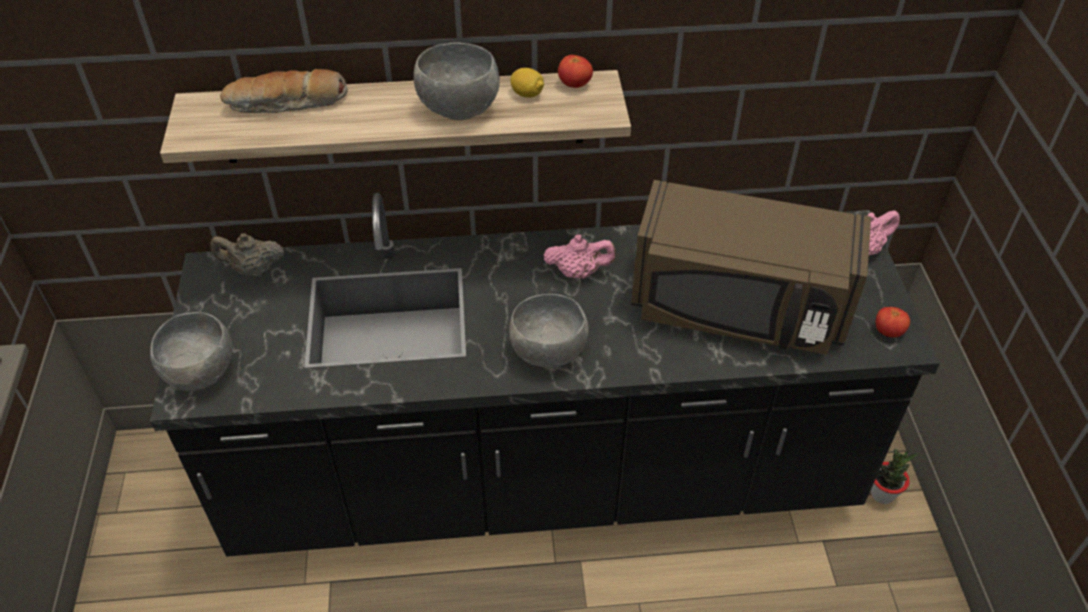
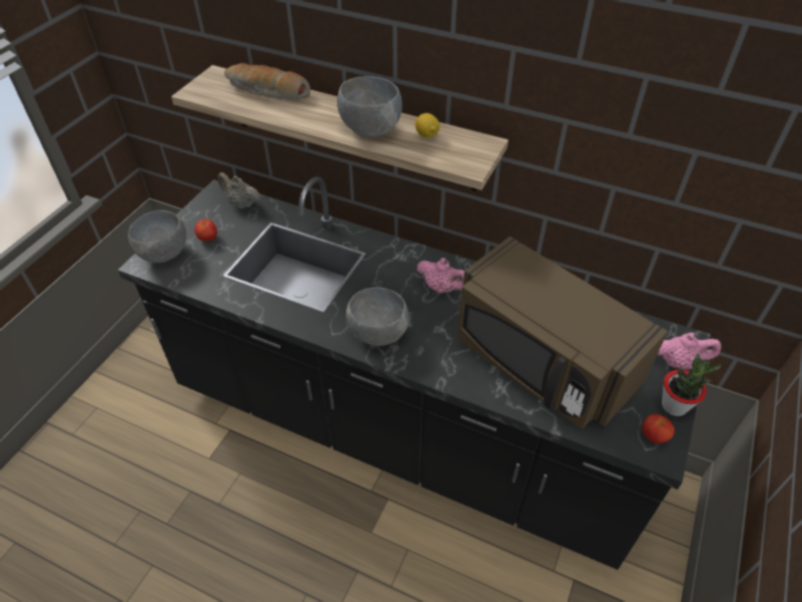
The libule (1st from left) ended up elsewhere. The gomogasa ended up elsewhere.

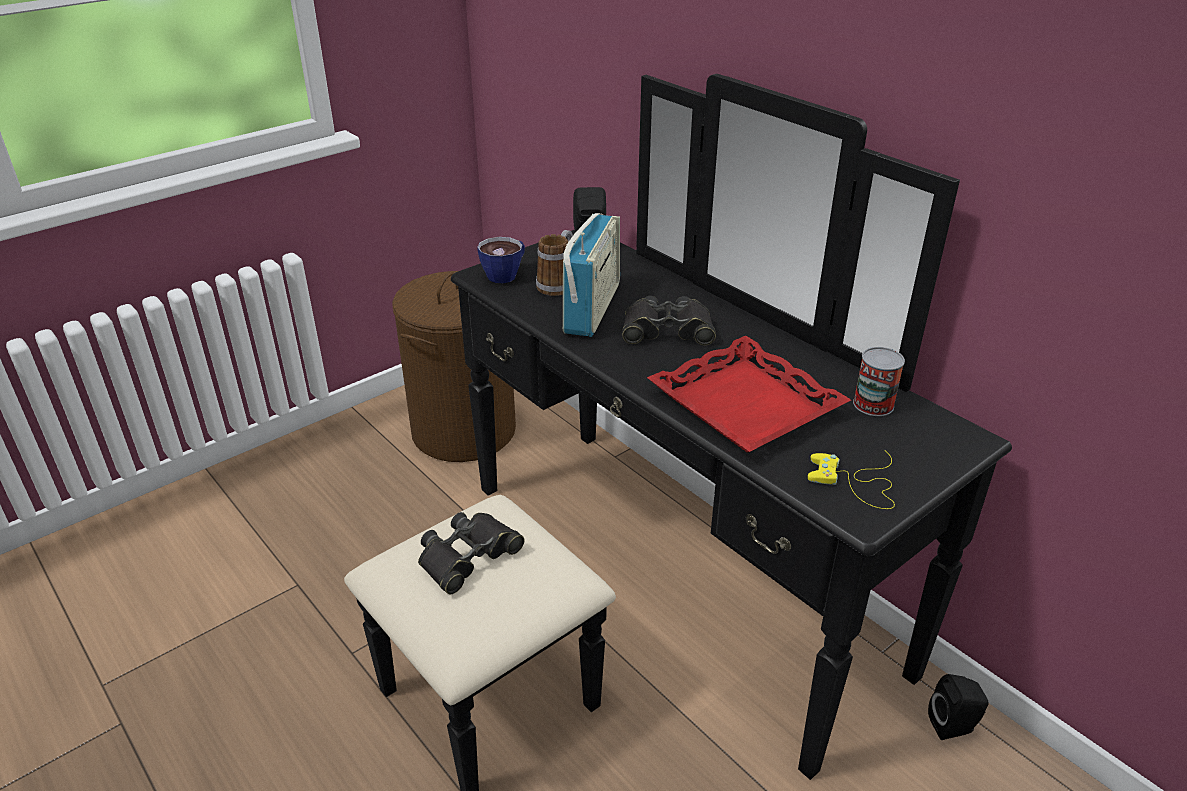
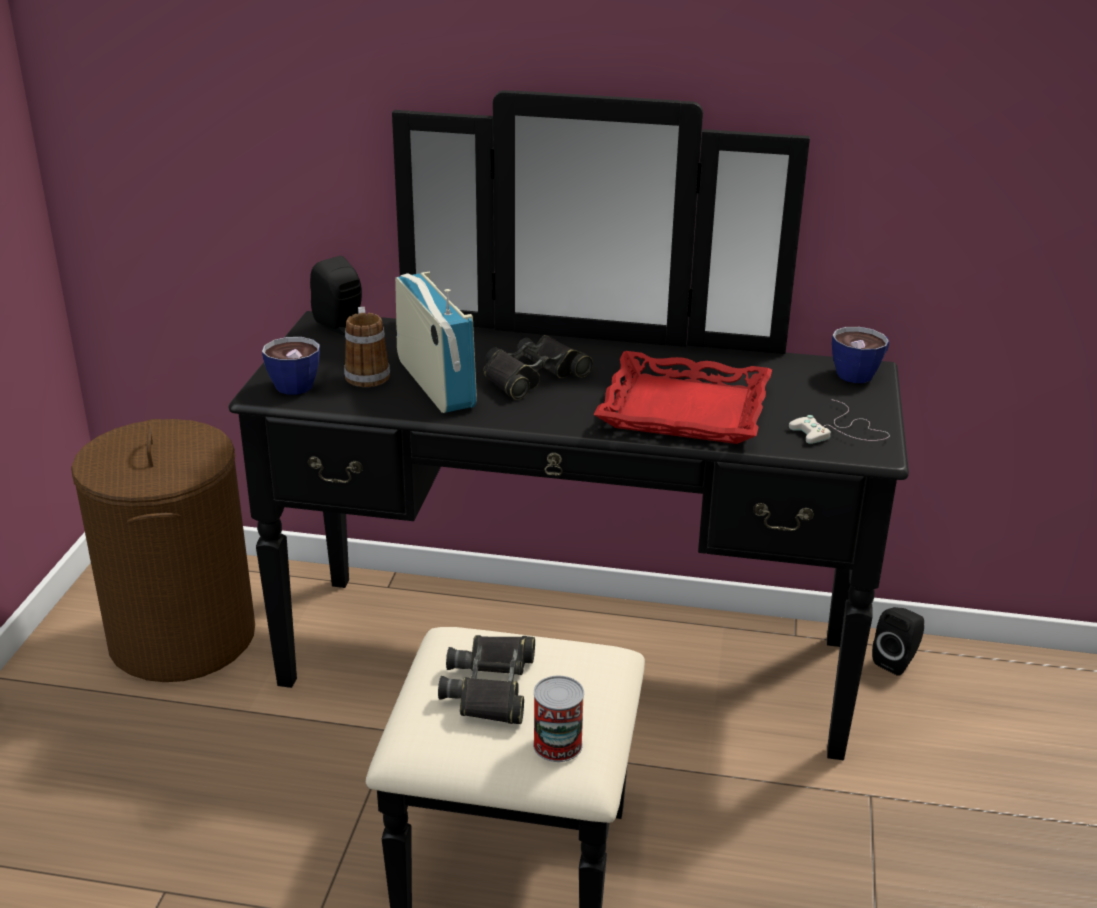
The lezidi ended up elsewhere. What was the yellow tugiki turned into the white tugiki. The second view gained the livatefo (2nd from left).

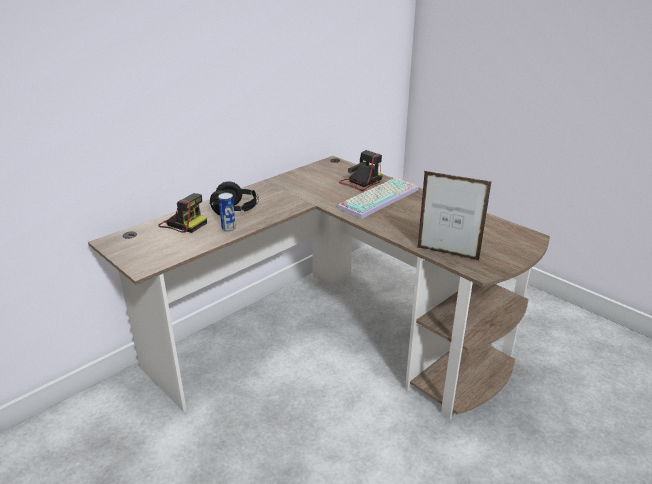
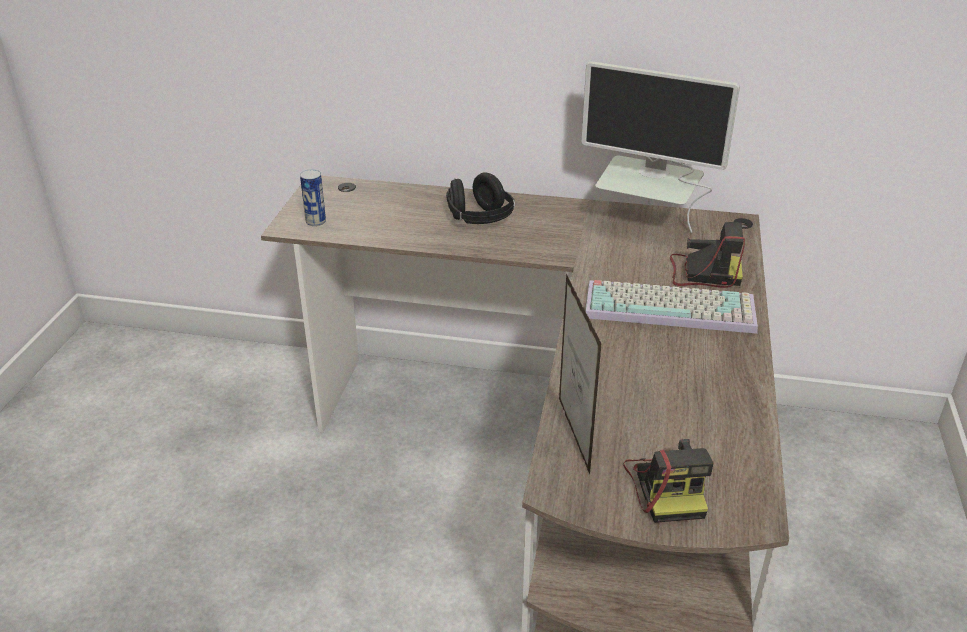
The lezidi ended up elsewhere. The second view gained the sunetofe. The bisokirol (1st from left) ended up elsewhere.

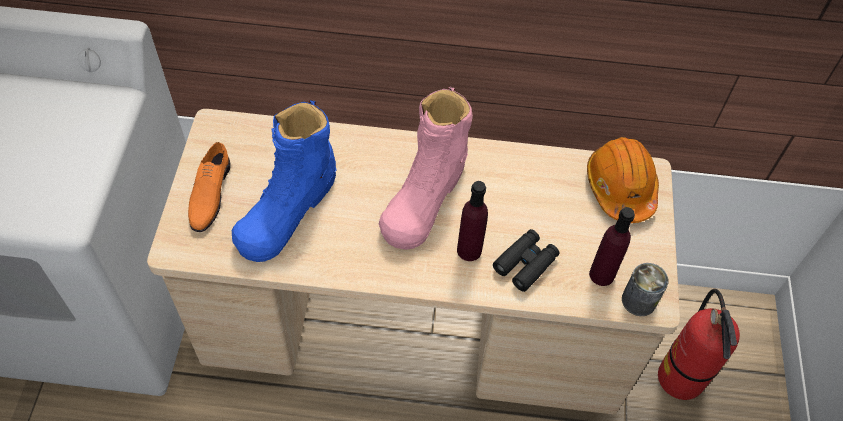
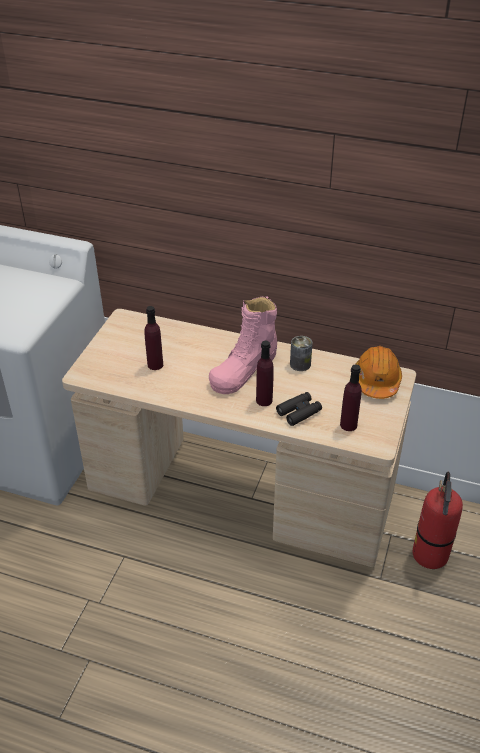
Where the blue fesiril stood, the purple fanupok (1st from left) came to stand. The lezidi ended up elsewhere. The second view lost the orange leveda.

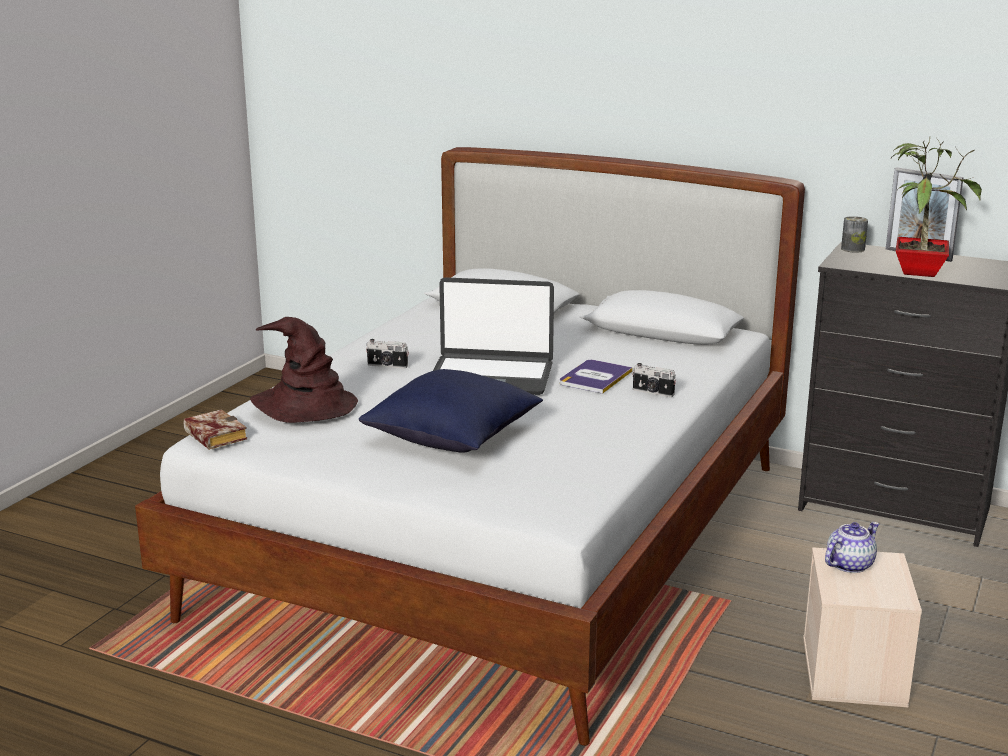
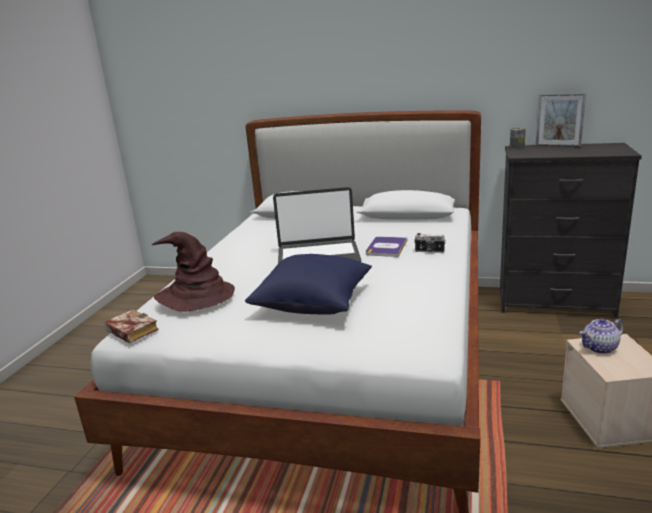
The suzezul ended up facing another way, 150 degrees counterclockwise from before. The second view lost the bisokirol (1st from left). The second view lost the gomogasa.

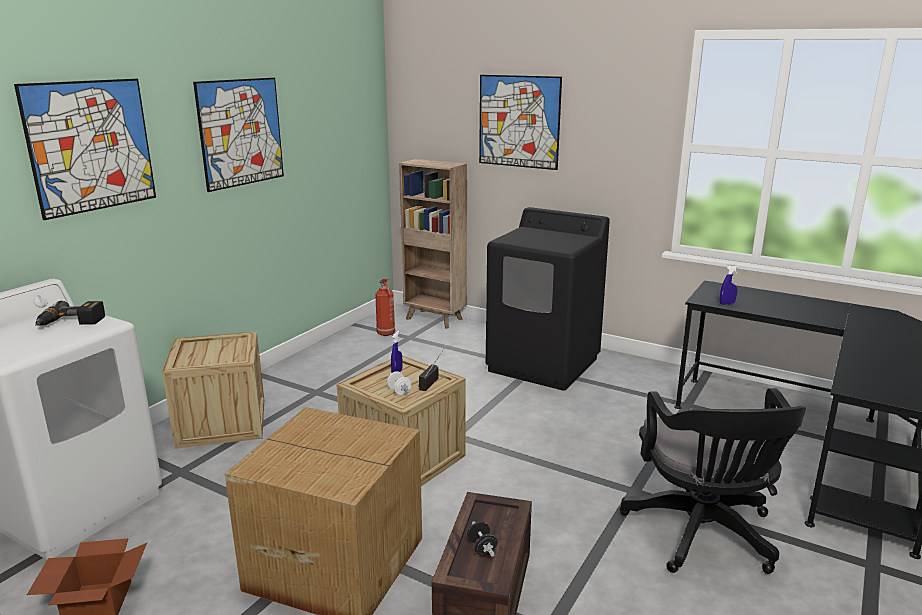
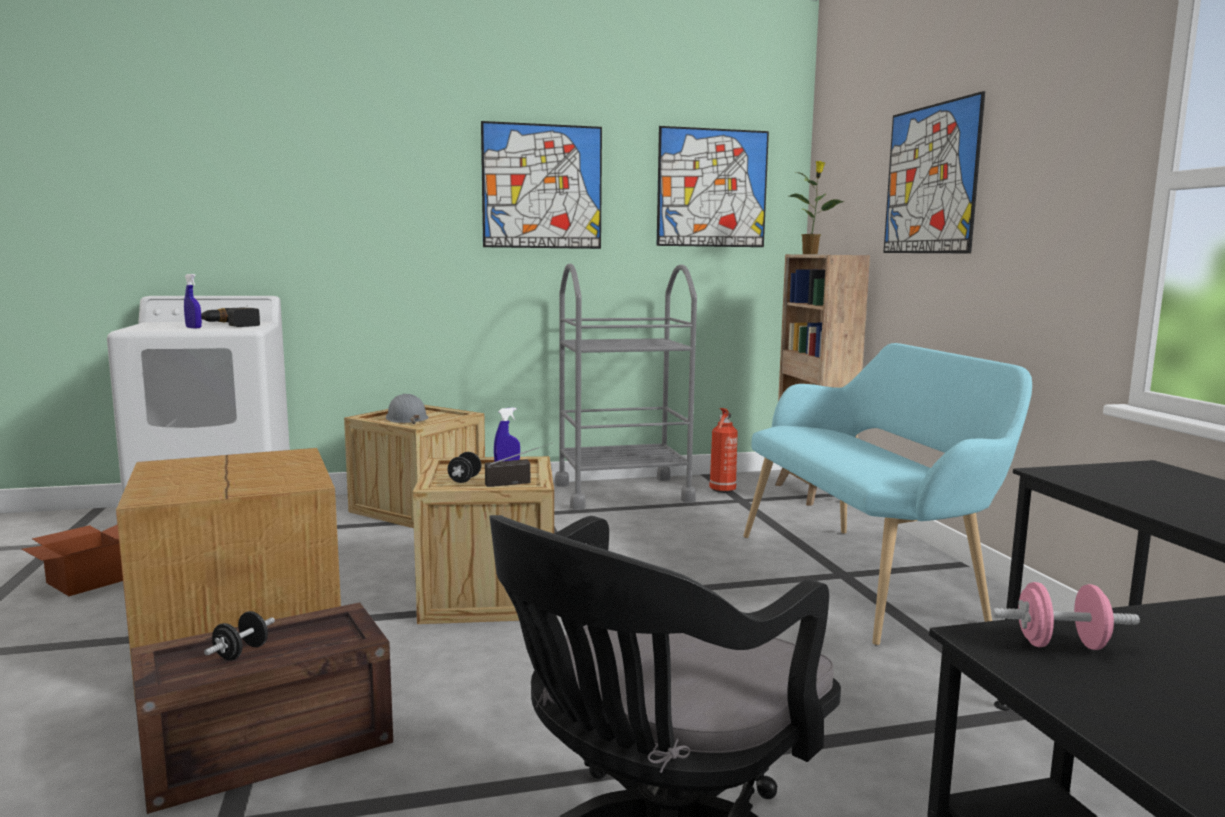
The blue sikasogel (2nd from left in the first image) ended up elsewhere. The second view gained the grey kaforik. What was the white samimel turned into the black samimel (2nd from left). The second view gained the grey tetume. The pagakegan (1st from left in the first image) ended up elsewhere. Where the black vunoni stood, the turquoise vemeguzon came to stand. The second view gained the gomogasa. The second view gained the pink samimel.

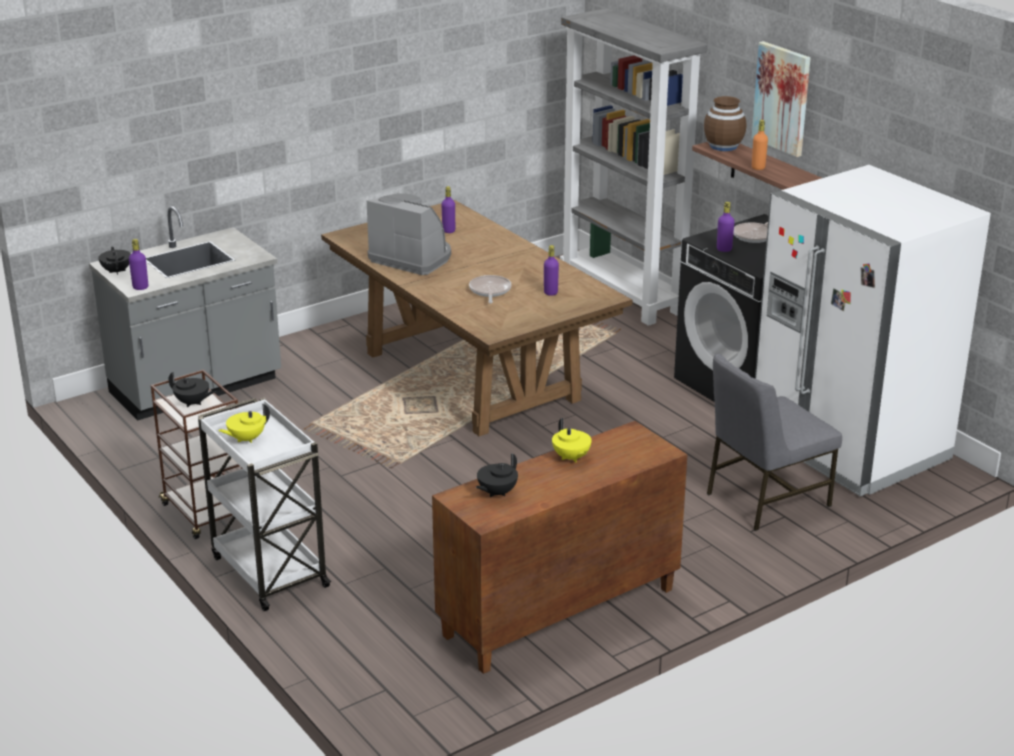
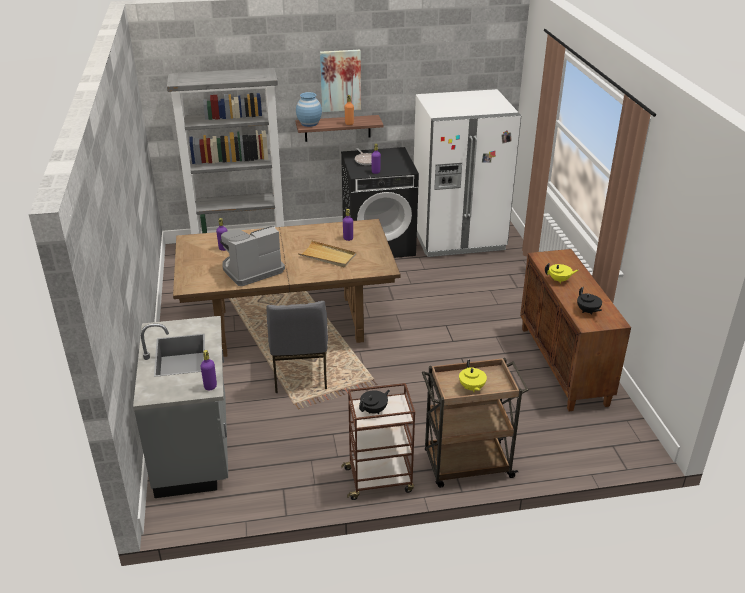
The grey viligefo ended up elsewhere. What was the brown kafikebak turned into the blue kafikebak. Where the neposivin (1st from left) stood, the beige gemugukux came to stand. What was the white tetume turned into the brown tetume (2nd from left). The second view lost the black suzezul (1st from left).

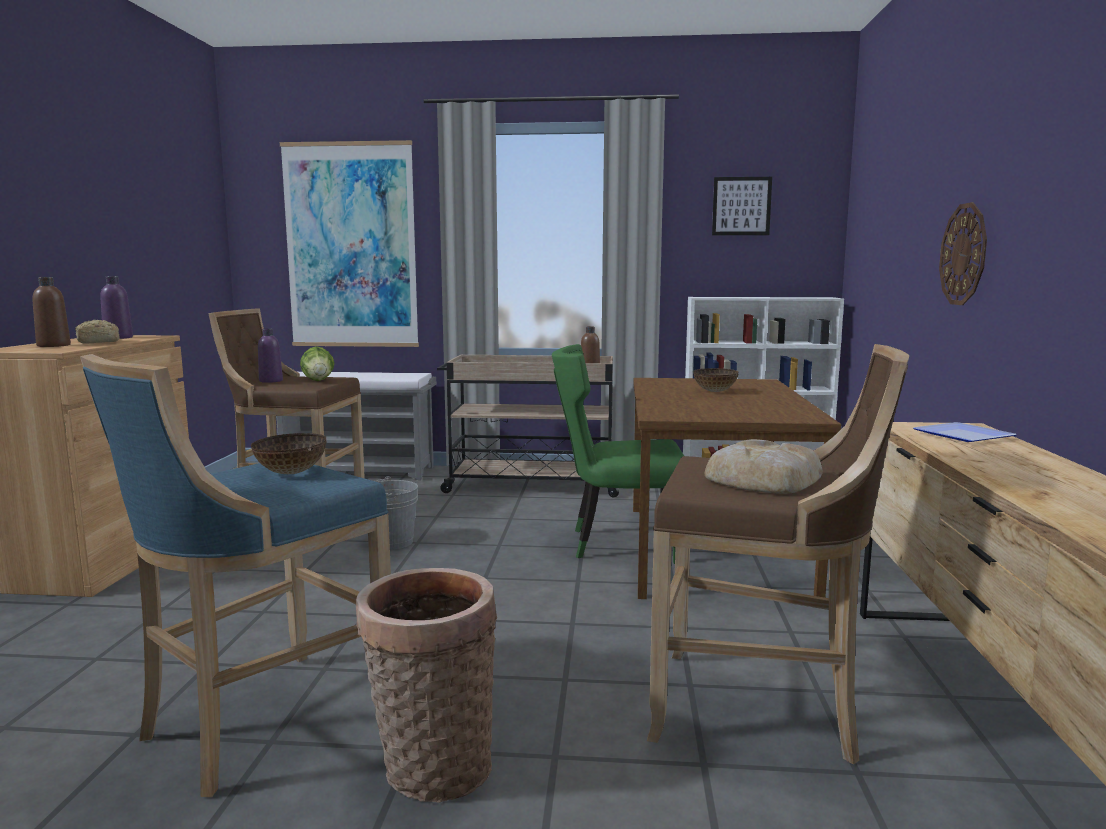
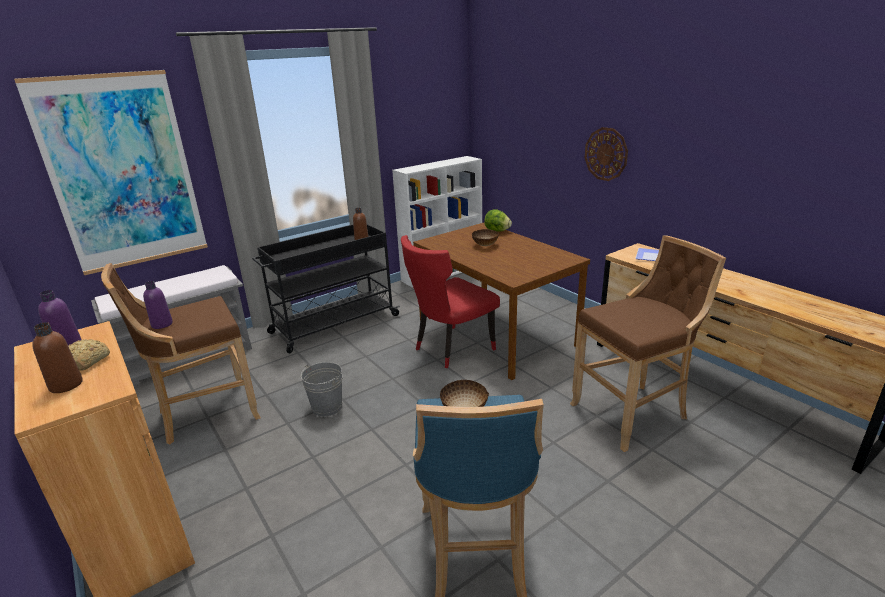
What was the beige tetume turned into the black tetume. What was the green viligefo turned into the red viligefo. The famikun ended up elsewhere. The second view lost the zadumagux. The second view lost the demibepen (2nd from left). The second view lost the pagakegan (2nd from left).

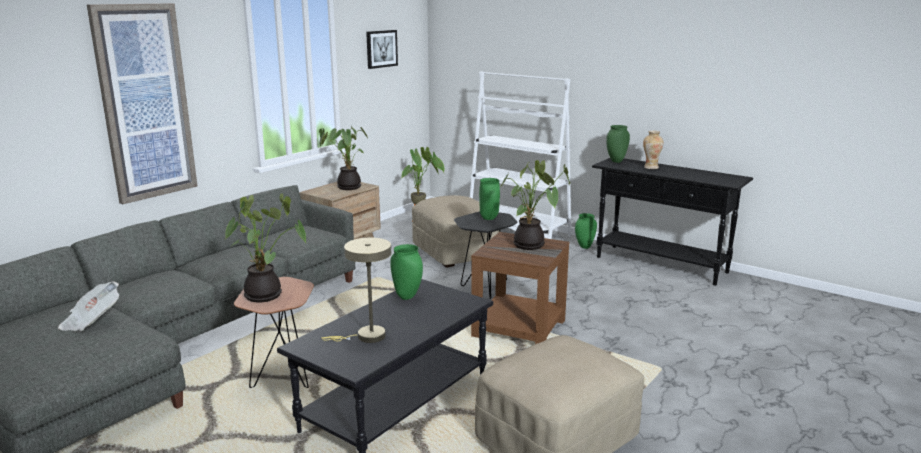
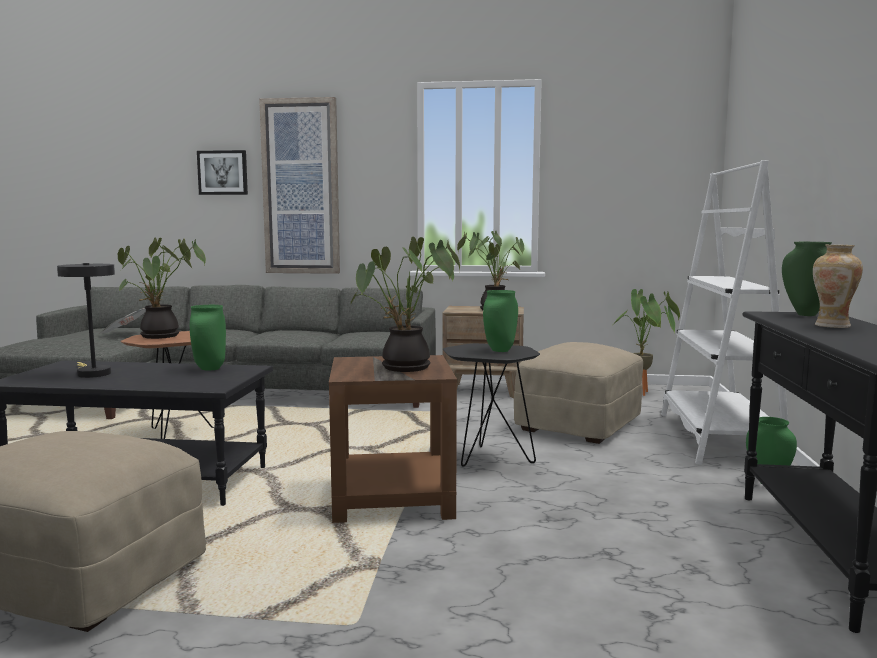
What was the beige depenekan turned into the black depenekan. The pagakegan (2nd from left in the first image) ended up elsewhere.

